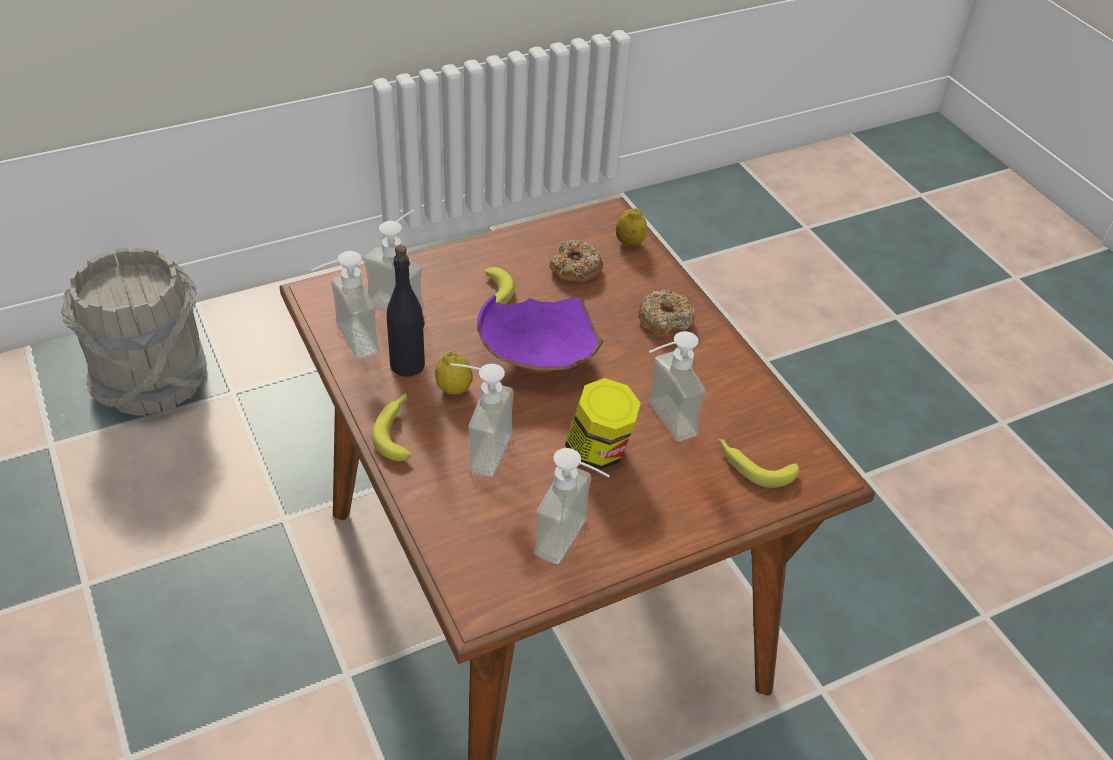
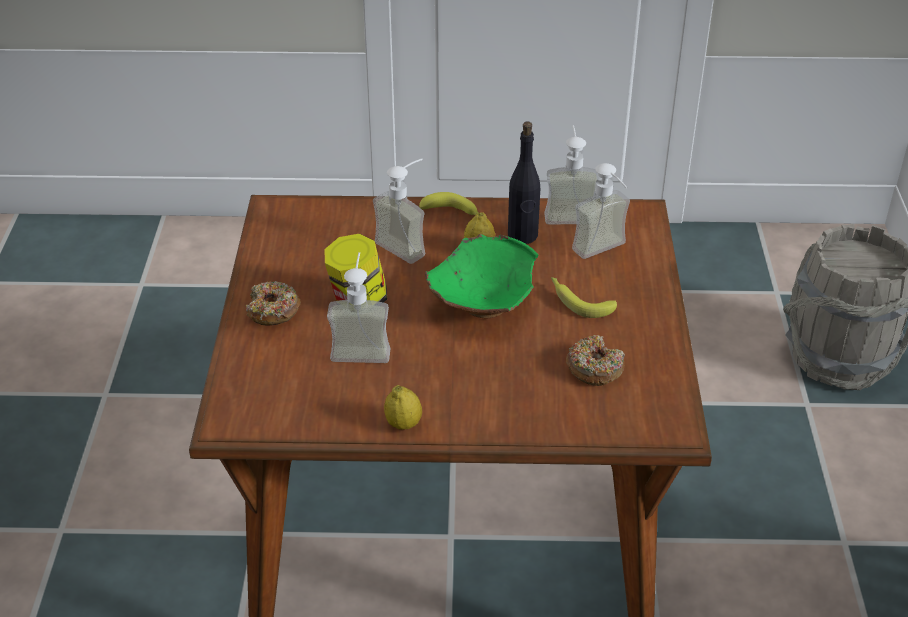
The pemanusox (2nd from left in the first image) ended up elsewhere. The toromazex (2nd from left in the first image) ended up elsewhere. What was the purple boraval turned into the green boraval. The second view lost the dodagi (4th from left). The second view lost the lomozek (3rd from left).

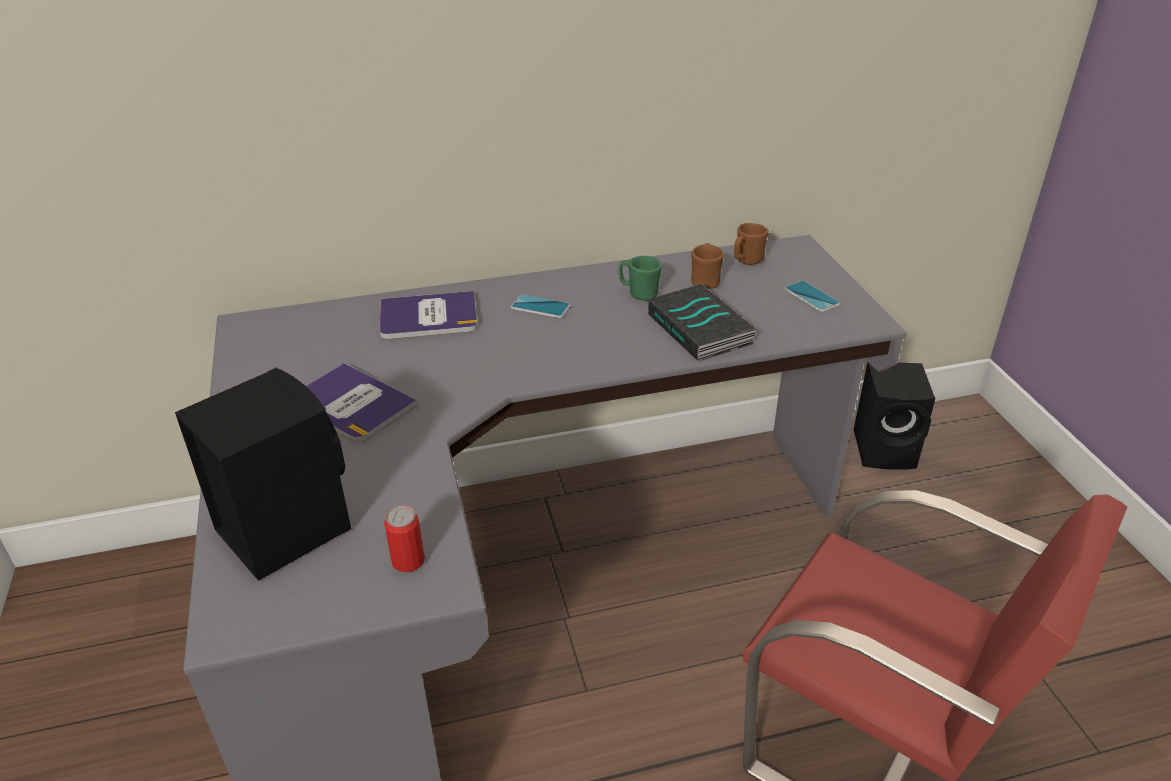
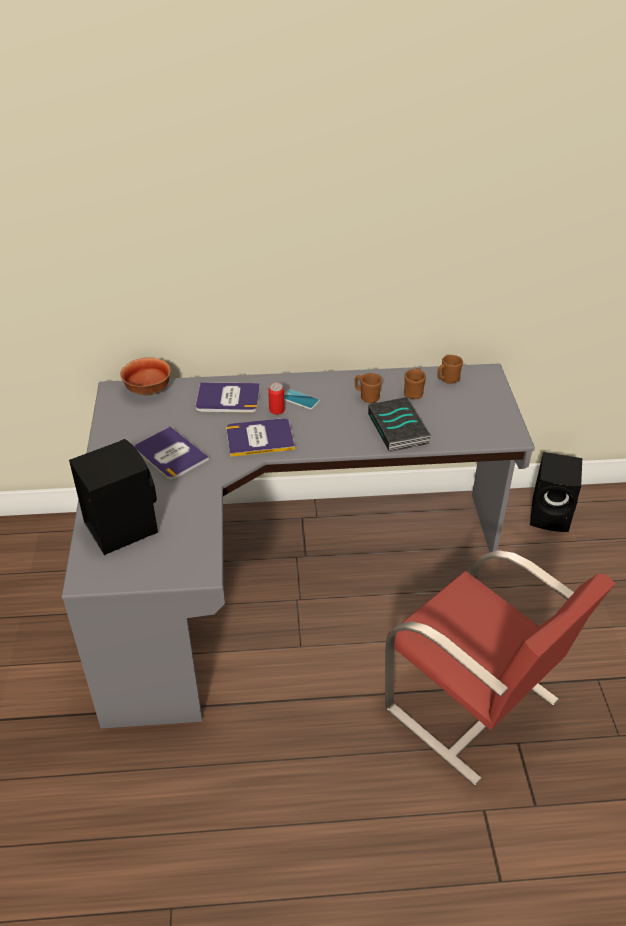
The second view gained the boraval. The second view gained the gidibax (3rd from left). The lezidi ended up elsewhere. What was the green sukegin turned into the brown sukegin (1st from left). The second view lost the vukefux (2nd from left).

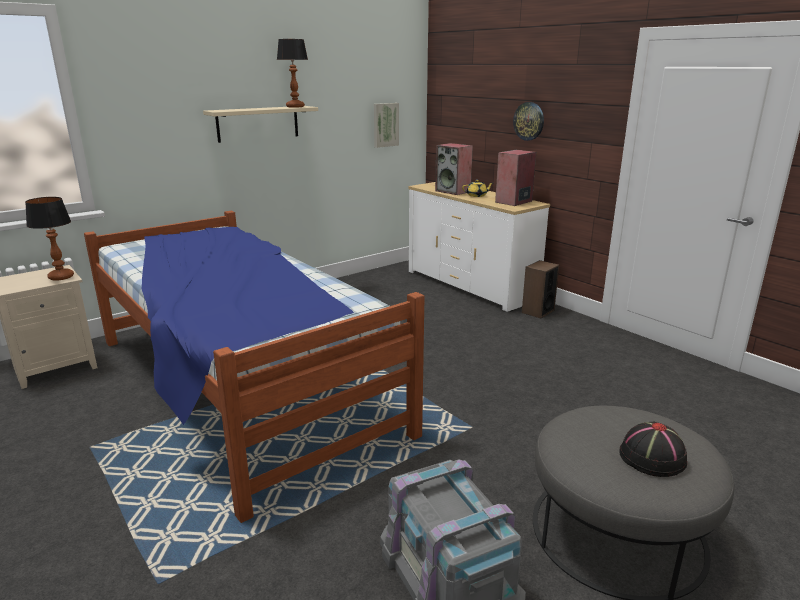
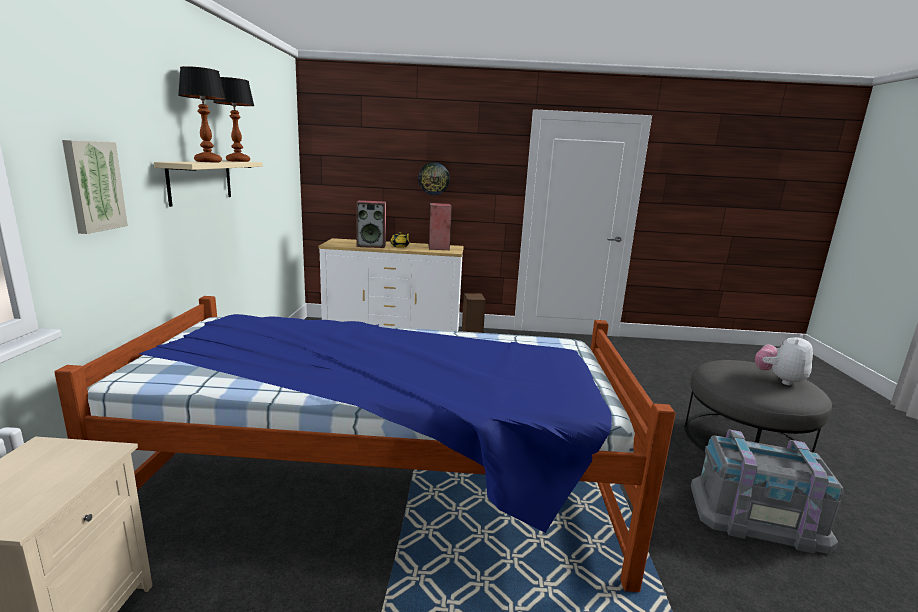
The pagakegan ended up elsewhere. The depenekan (1st from left) ended up elsewhere. Where the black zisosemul stood, the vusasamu came to stand.

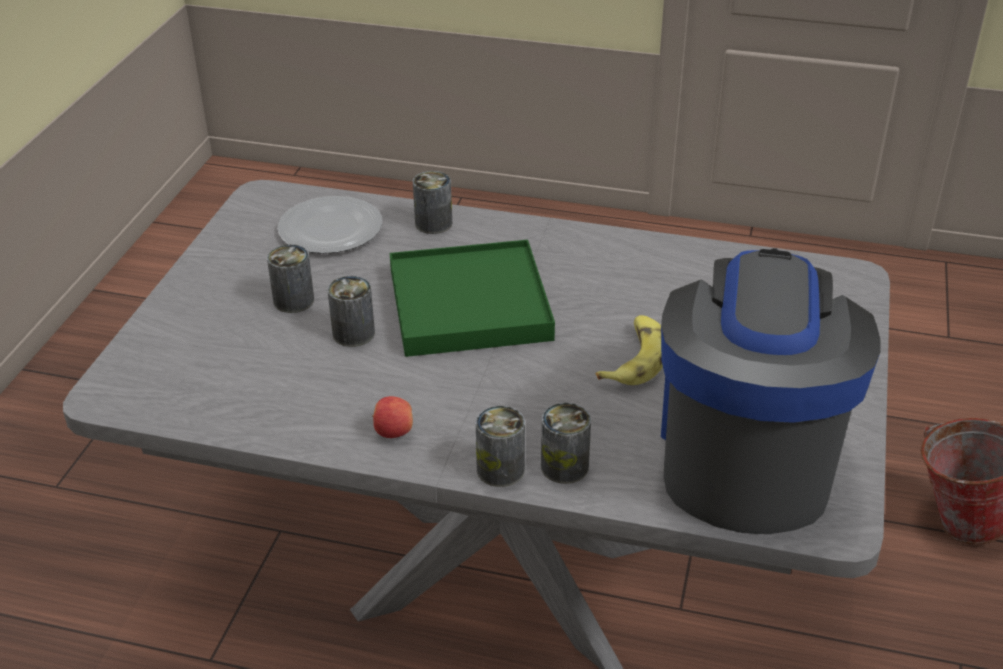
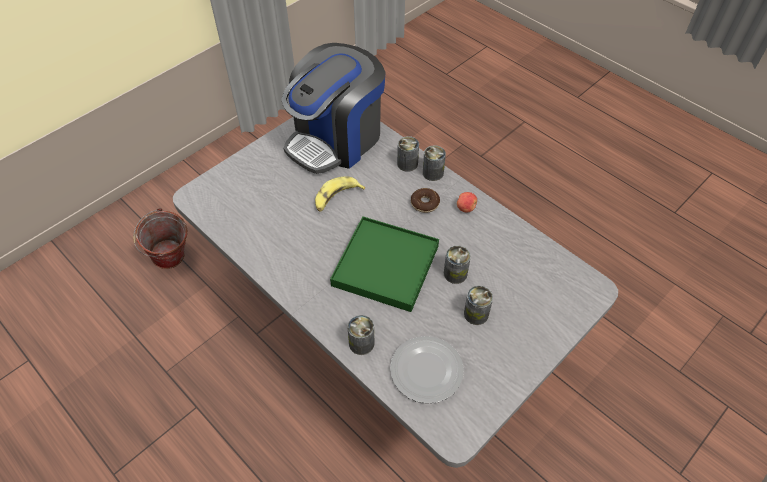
The second view gained the pemanusox.

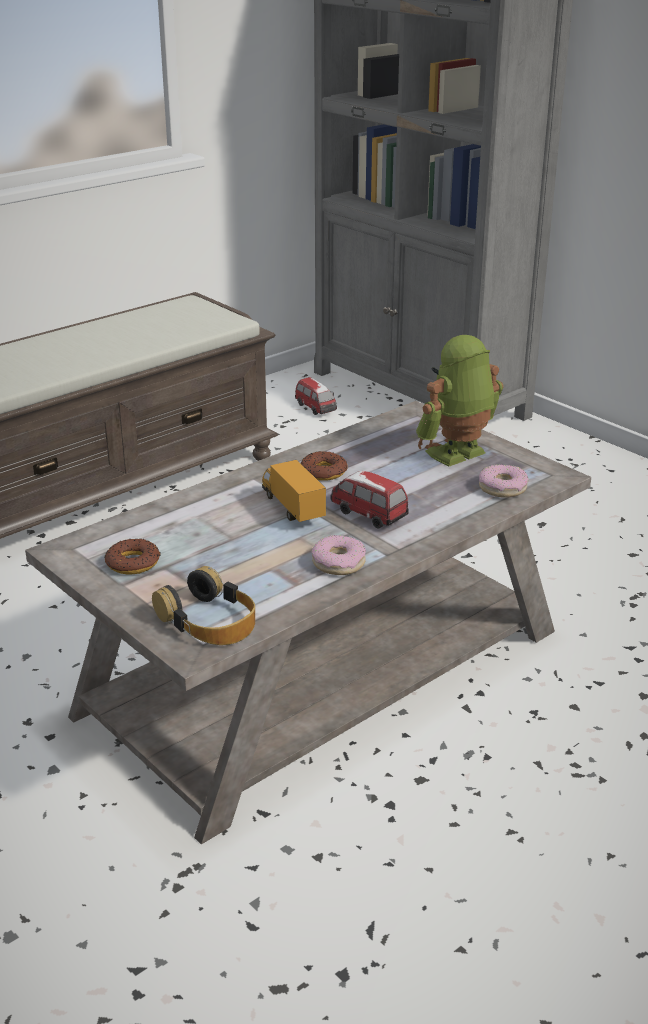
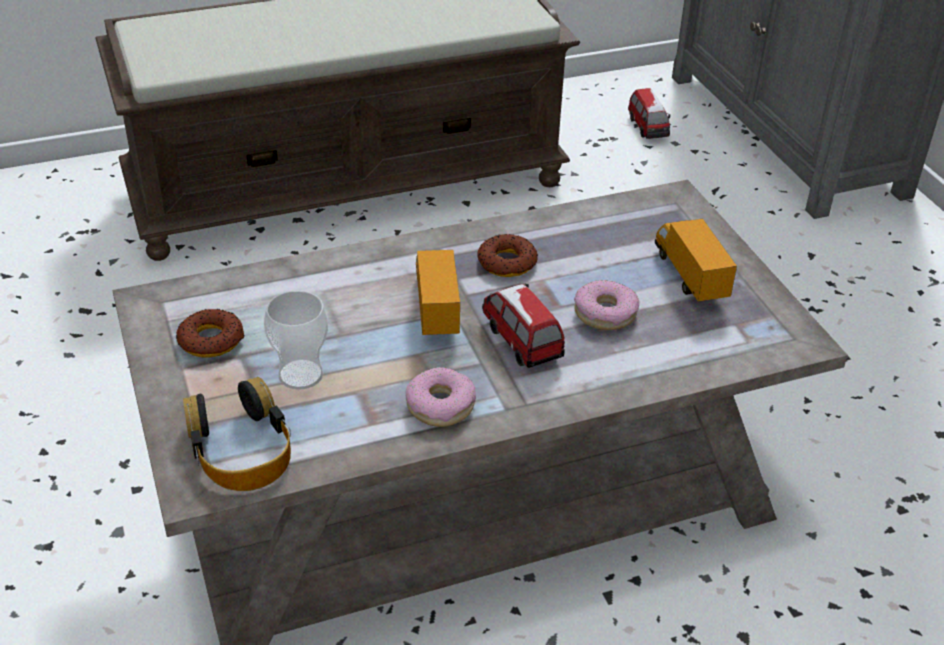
The second view gained the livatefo. The pemanusox (4th from left) ended up elsewhere. Where the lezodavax stood, the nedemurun (2nd from left) came to stand.

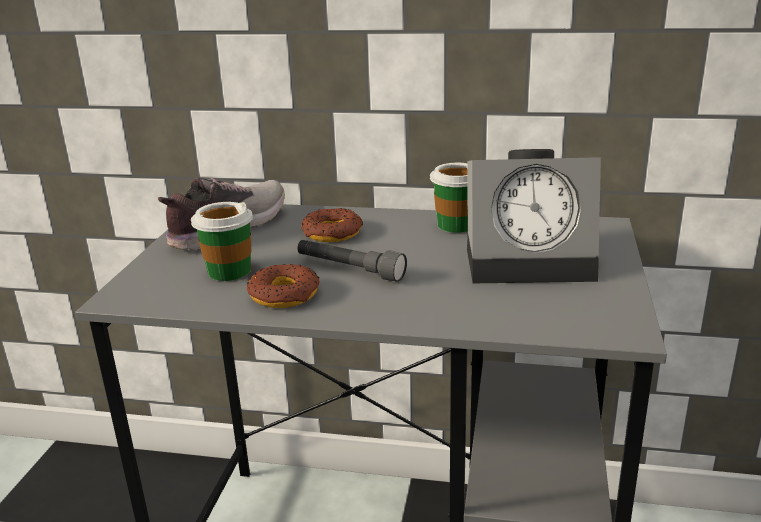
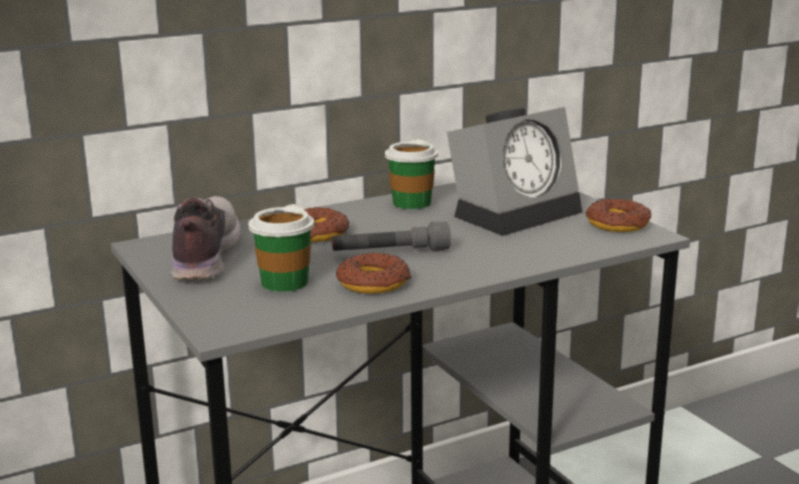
The second view gained the pemanusox (3rd from left).

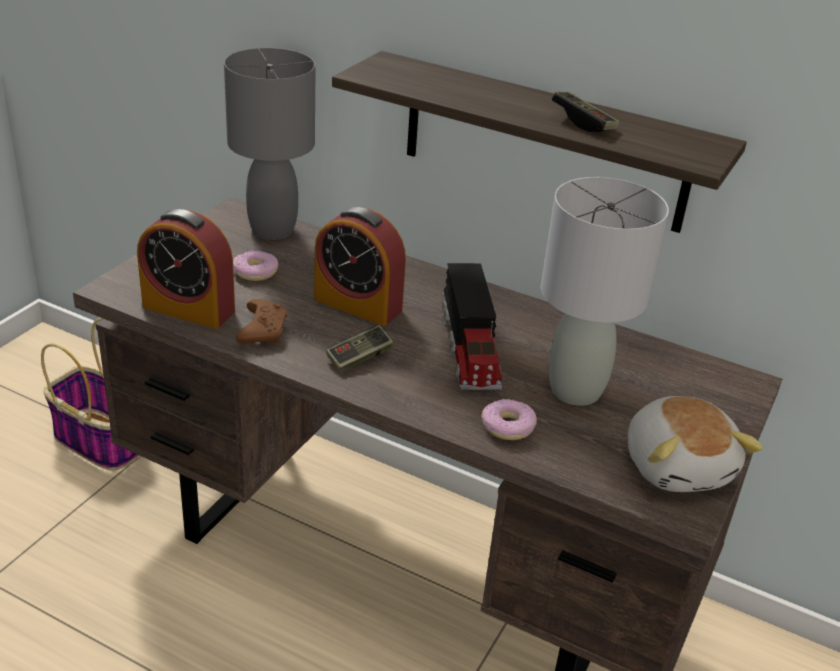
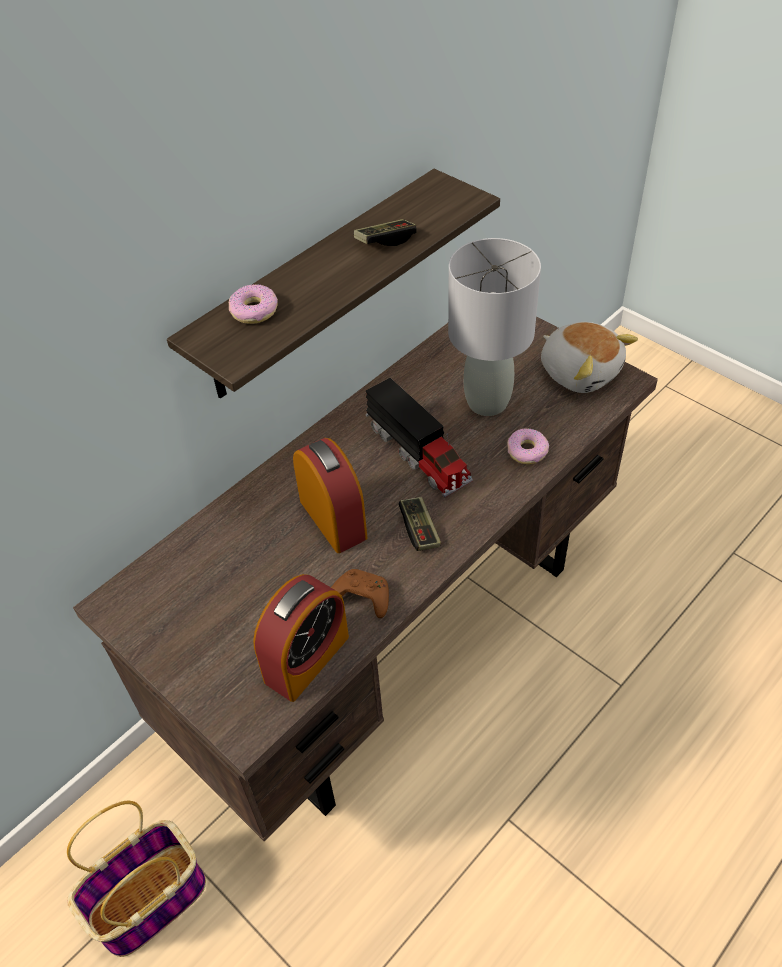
The pemanusox (1st from left) ended up elsewhere. The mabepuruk (2nd from left) ended up facing another way, 75 degrees counterclockwise from before. The nedemurun ended up facing another way, 45 degrees clockwise from before. The vusasamu ended up facing another way, 45 degrees clockwise from before. The second view lost the grey depenekan (1st from left).

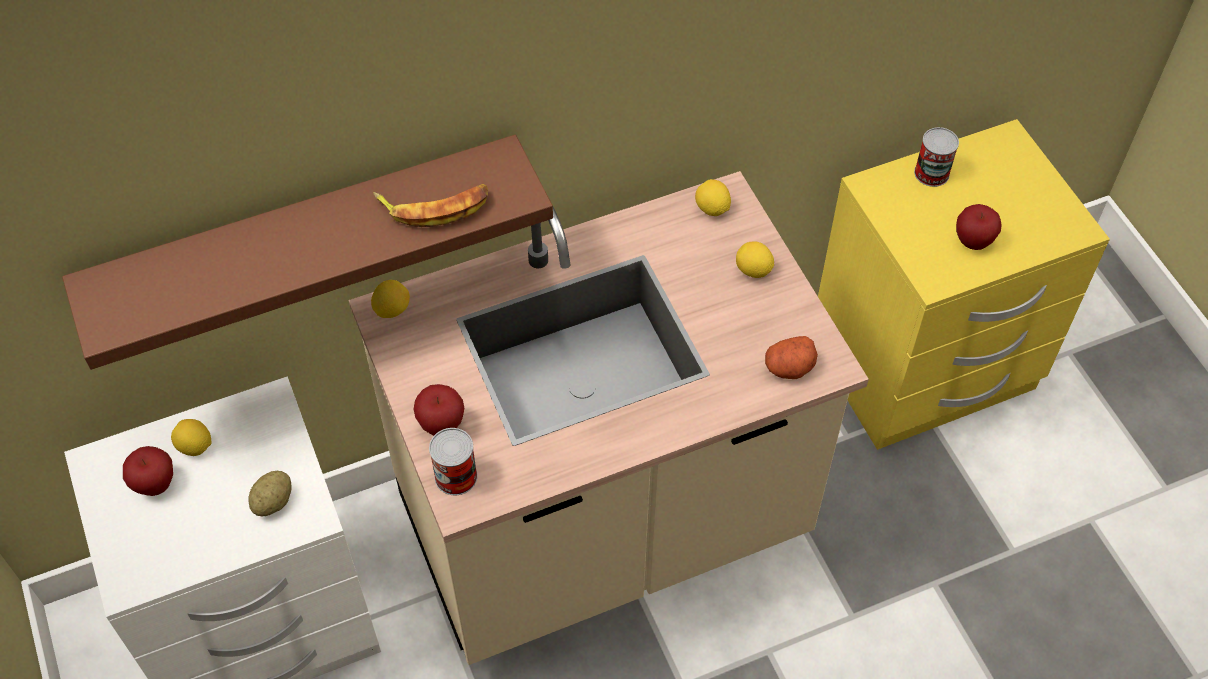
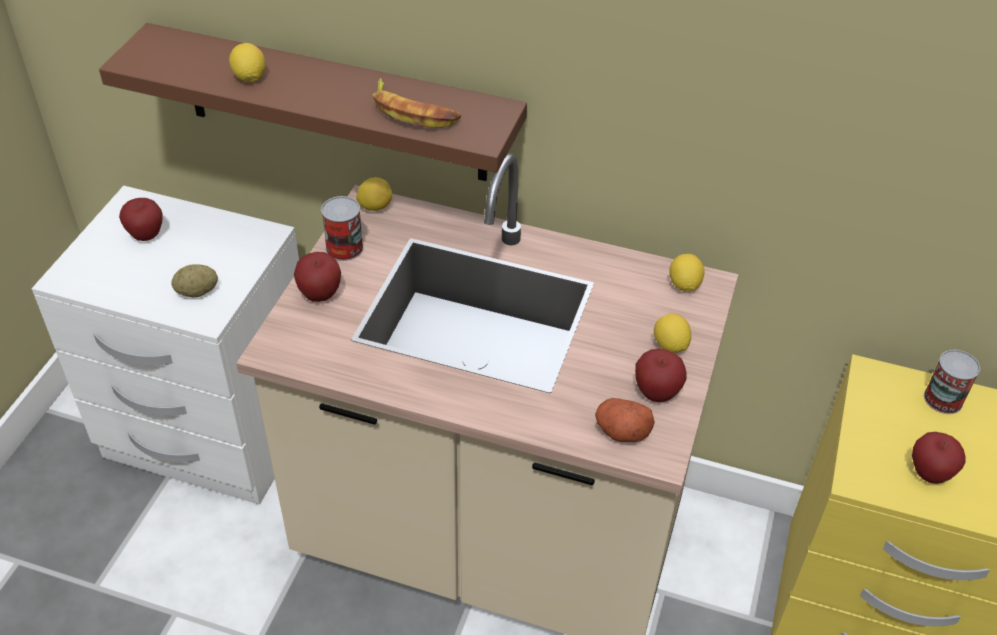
The toromazex (1st from left) ended up elsewhere. The lezidi (1st from left) ended up elsewhere. The second view gained the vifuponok (3rd from left).

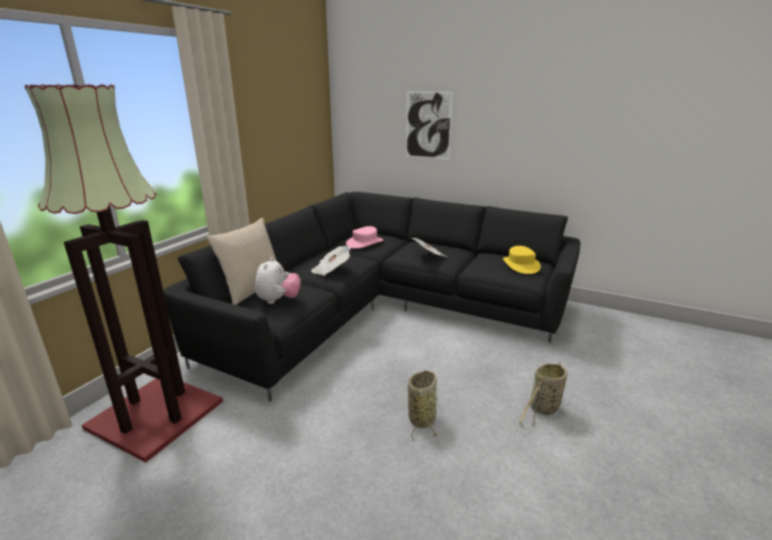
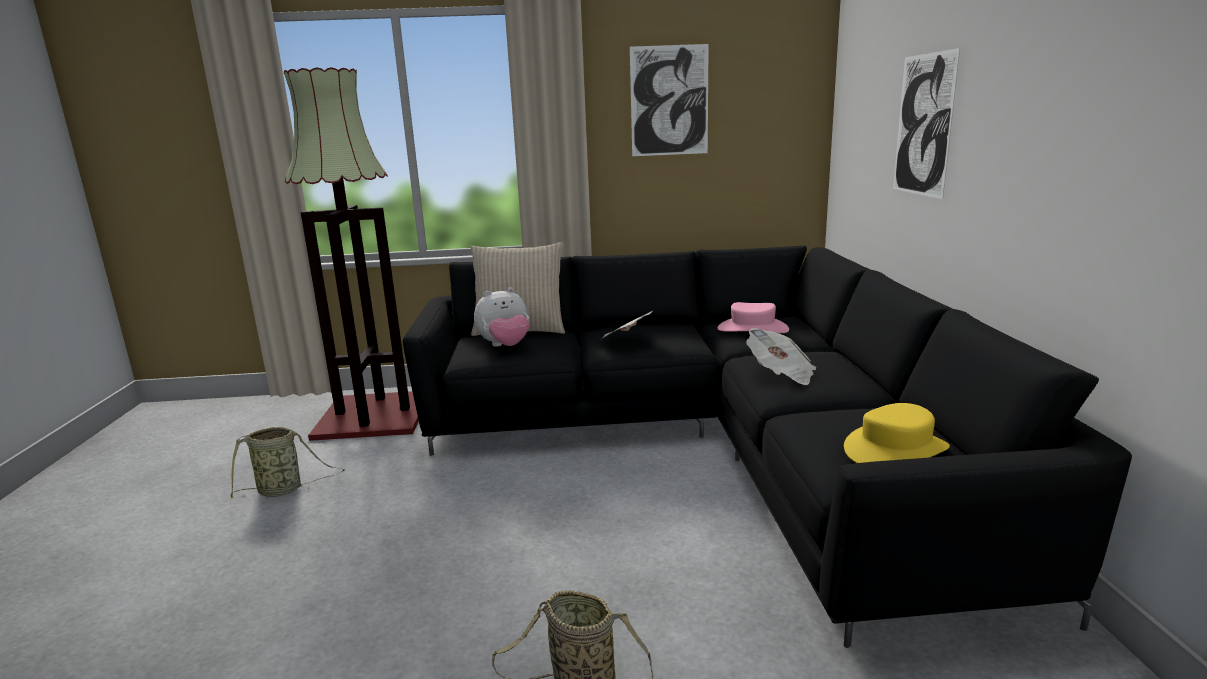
The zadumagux (1st from left) ended up elsewhere. The second view gained the pagakegan (1st from left).

